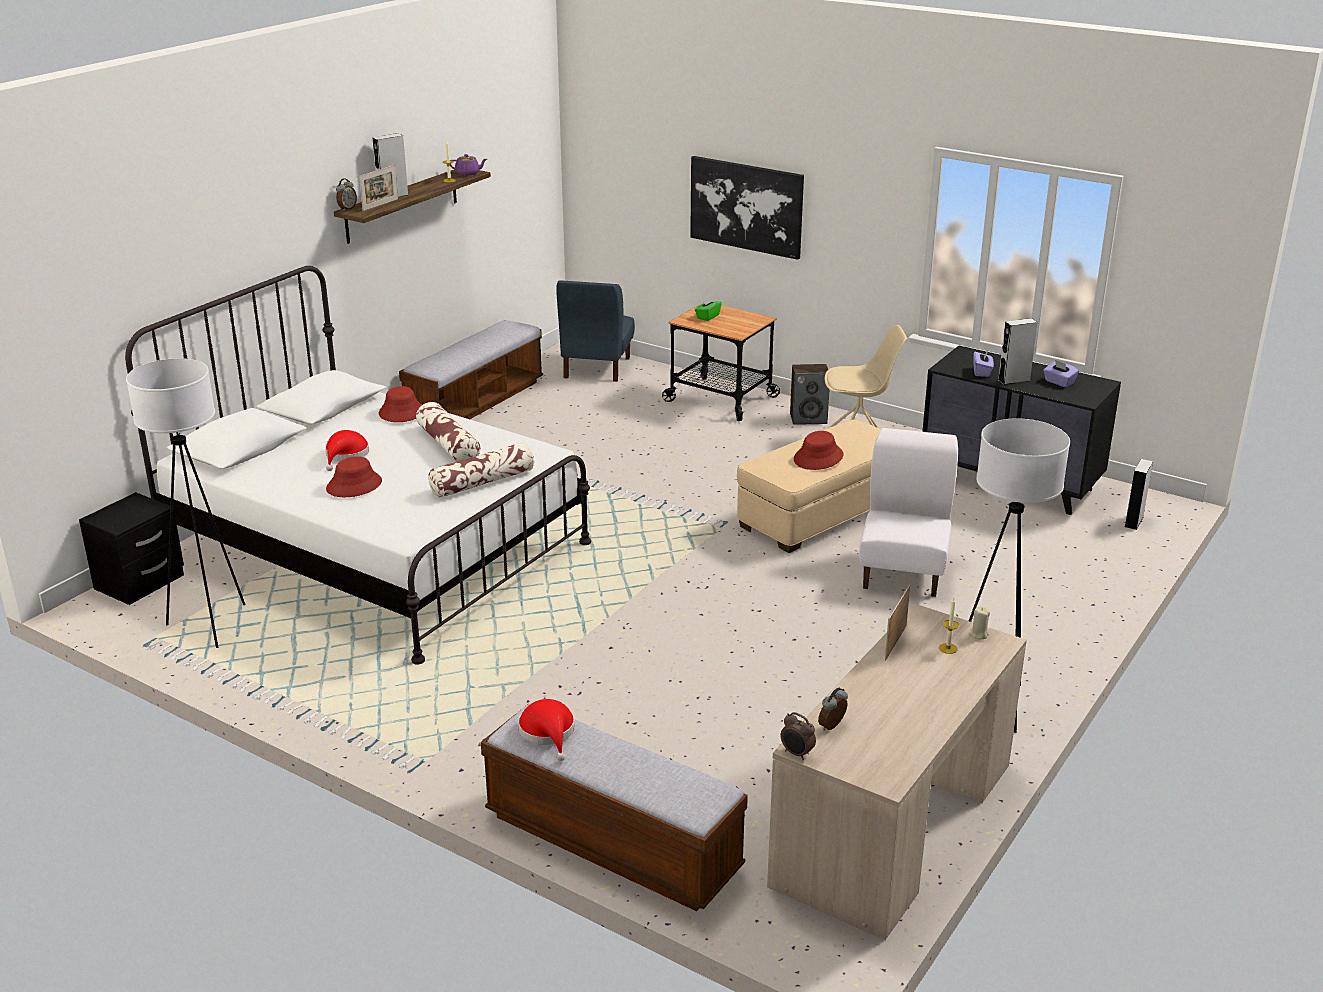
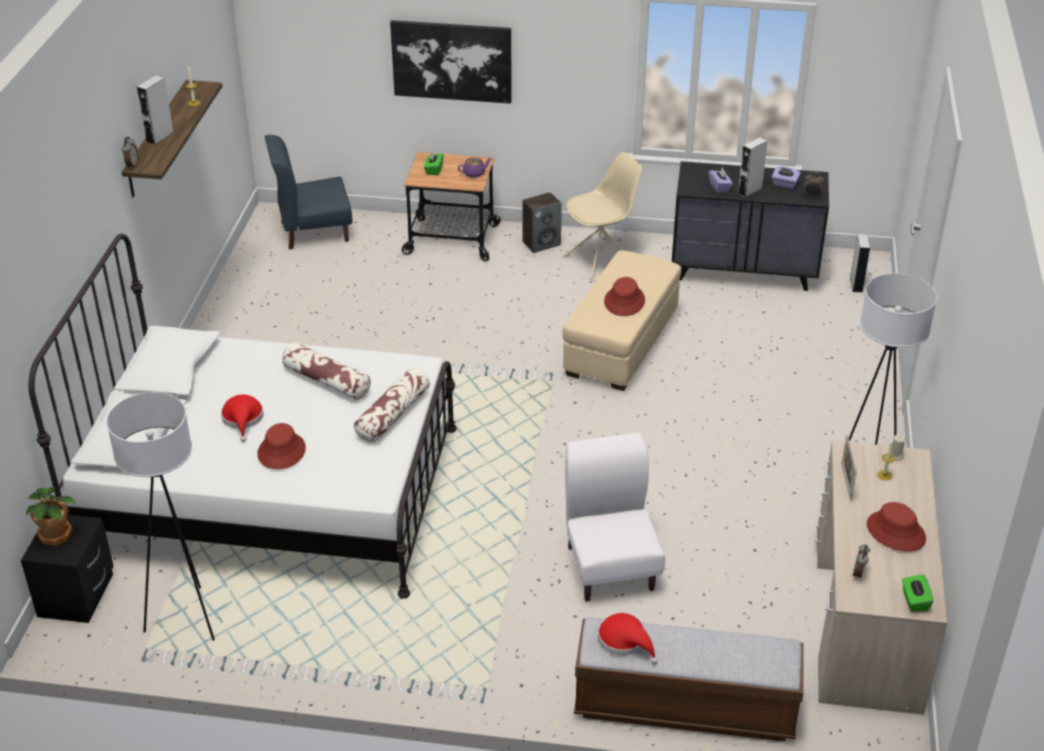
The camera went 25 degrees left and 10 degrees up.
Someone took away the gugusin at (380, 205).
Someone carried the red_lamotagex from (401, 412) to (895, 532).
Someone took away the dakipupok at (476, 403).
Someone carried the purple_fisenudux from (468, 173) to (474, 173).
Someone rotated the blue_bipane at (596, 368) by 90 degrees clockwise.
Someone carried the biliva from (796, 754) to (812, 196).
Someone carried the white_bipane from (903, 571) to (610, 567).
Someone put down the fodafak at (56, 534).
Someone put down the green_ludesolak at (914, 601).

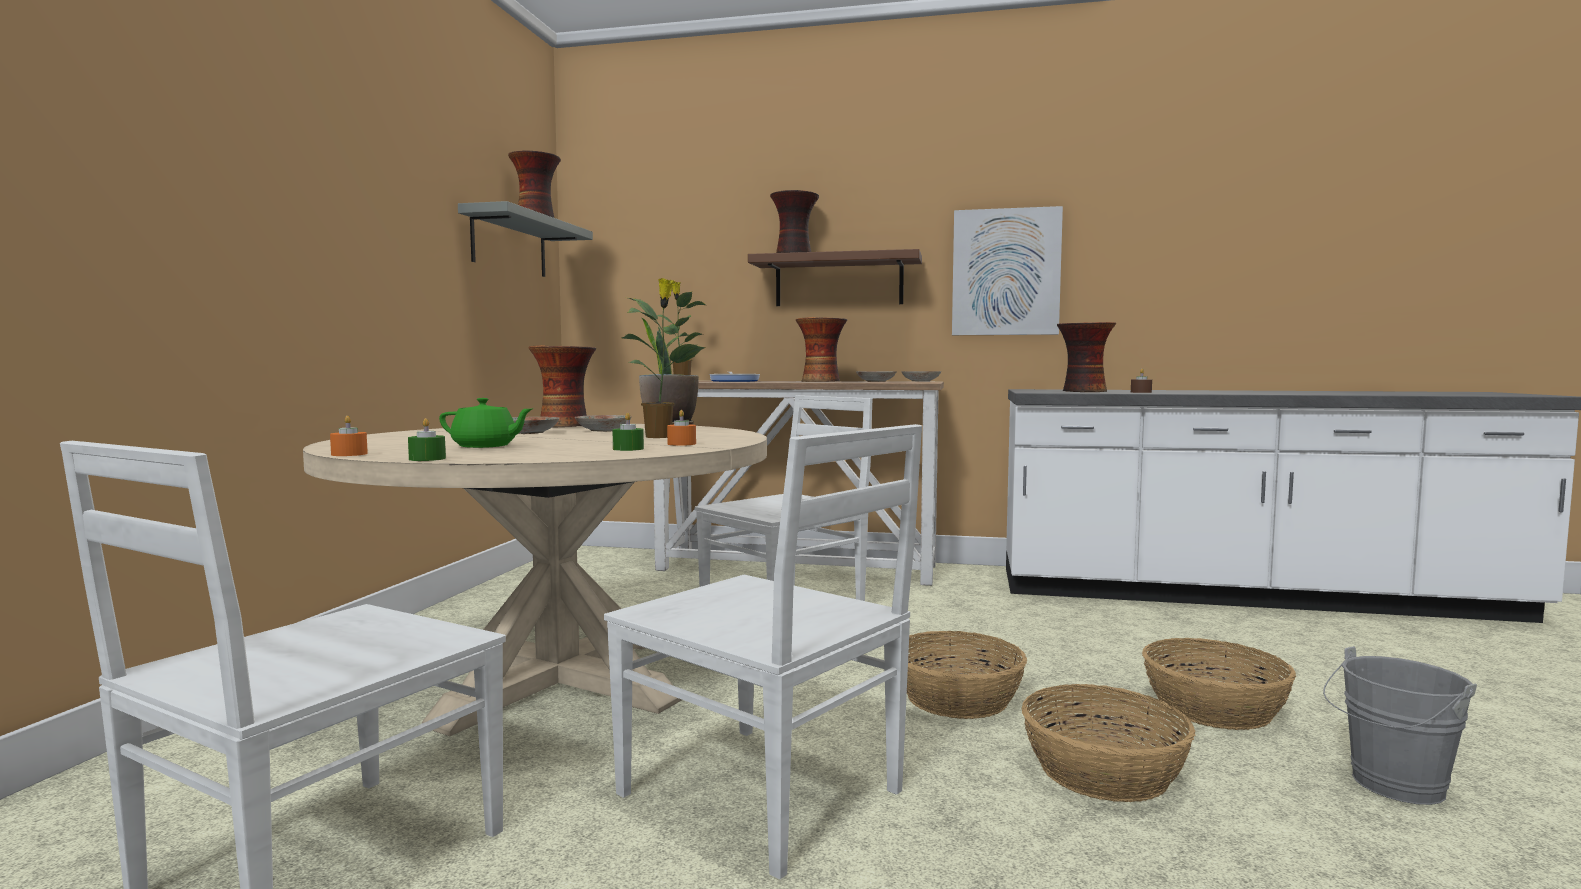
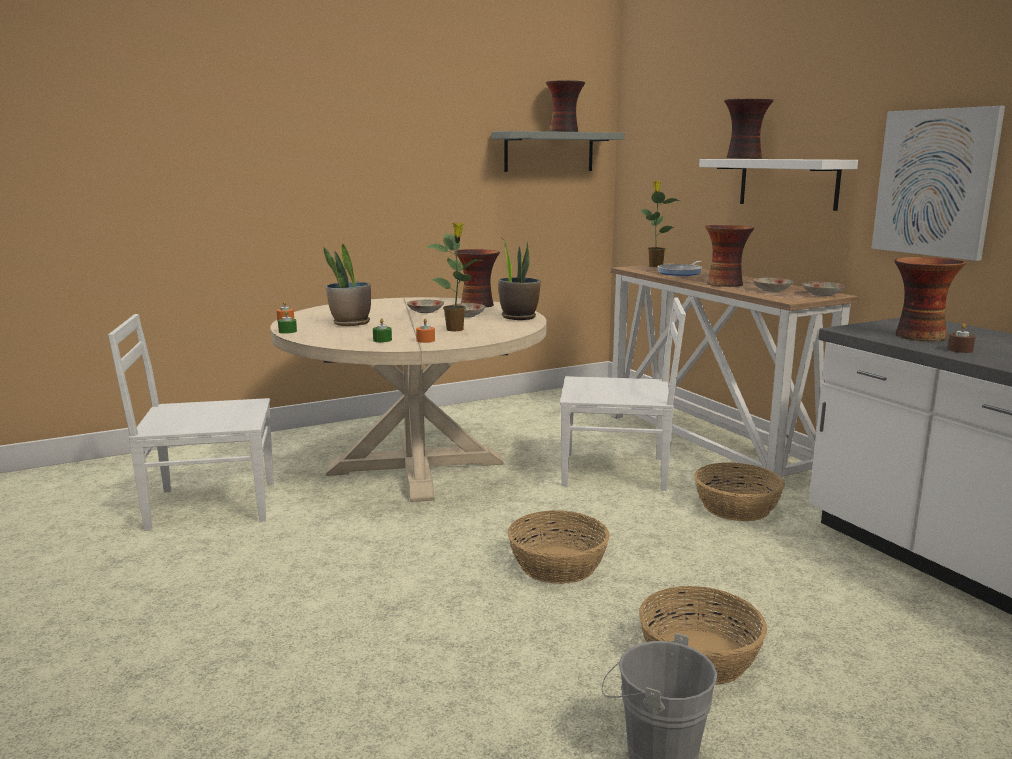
The camera went 50 degrees right and 10 degrees up.
Someone swapped the green_fisenudux at (485, 446) for the fodafak at (350, 323).
Someone took away the white_bipane at (764, 795).
Someone repainted the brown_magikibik at (839, 281), which became the white_magikibik at (788, 183).
Someone carried the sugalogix from (1104, 771) to (737, 507).

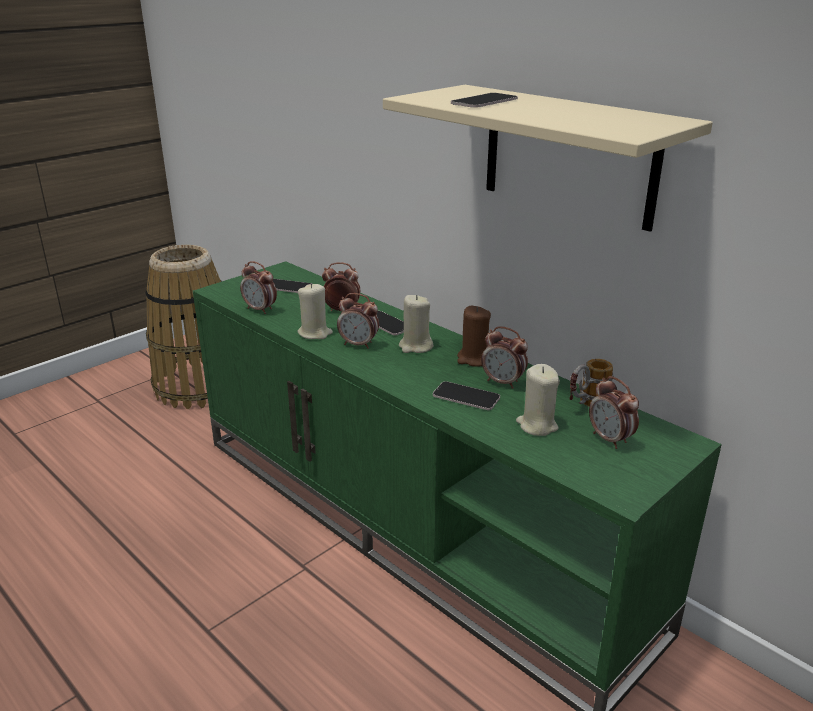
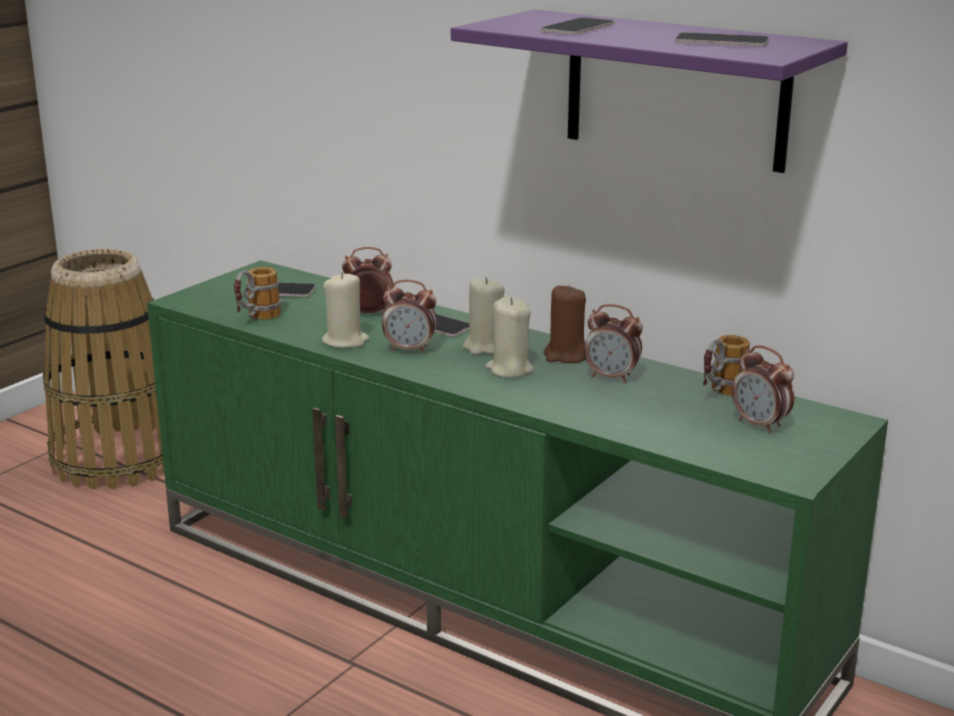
The camera went 10 degrees left and 5 degrees down.
Someone swapped the biliva at (260, 309) for the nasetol at (256, 319).
Someone repainted the beige_magikibik at (568, 156), which became the purple_magikibik at (676, 90).
Someone carried the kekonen from (466, 397) to (721, 42).
Someone carried the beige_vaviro from (537, 425) to (509, 369).

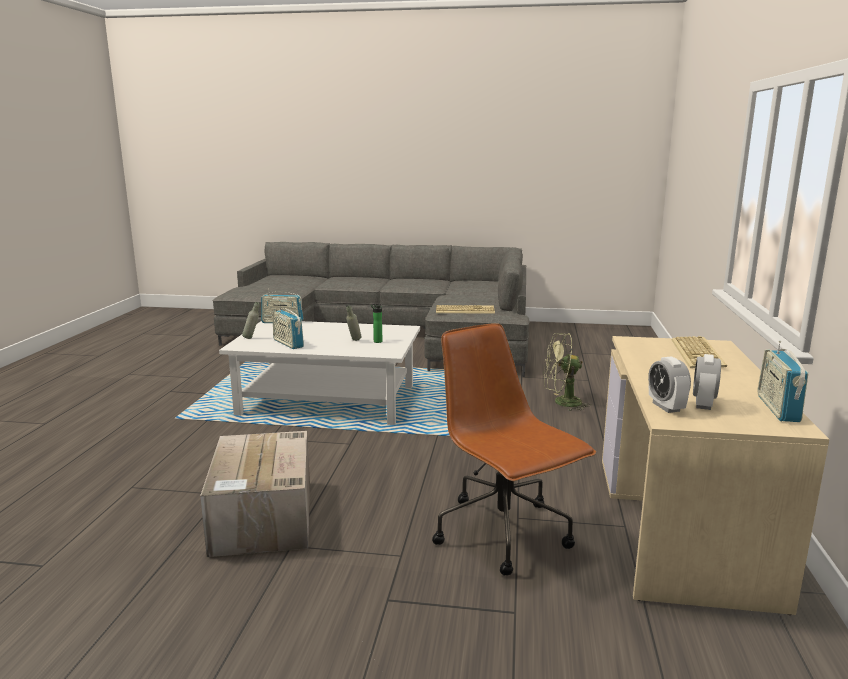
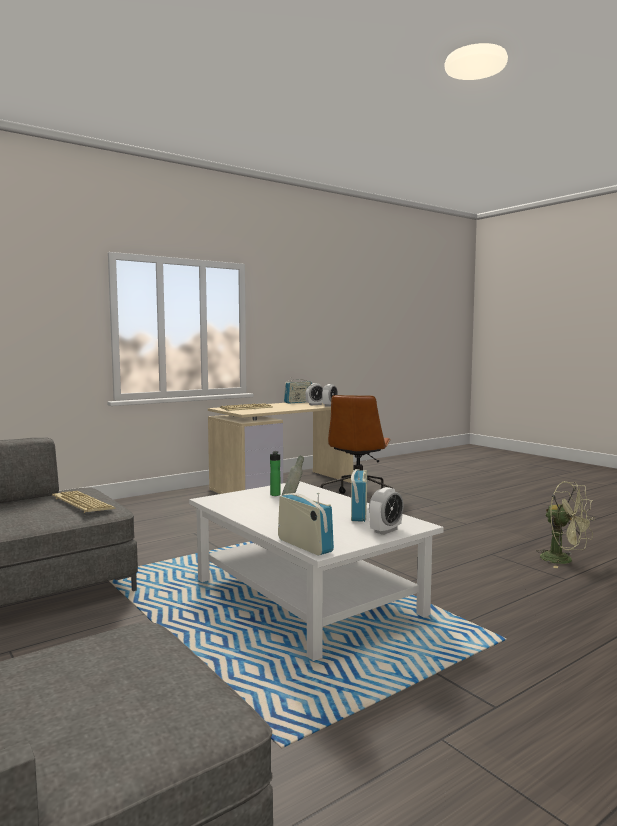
The camera went 135 degrees left and 10 degrees down.
Someone took away the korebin at (263, 517).
Someone swapped the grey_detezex at (252, 338) for the biliva at (385, 530).
Someone carried the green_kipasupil from (561, 403) to (563, 560).

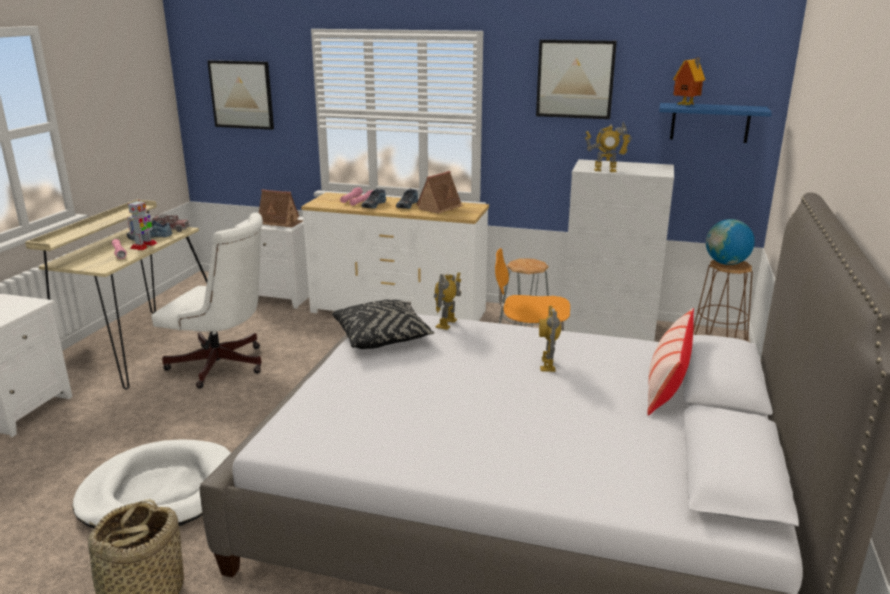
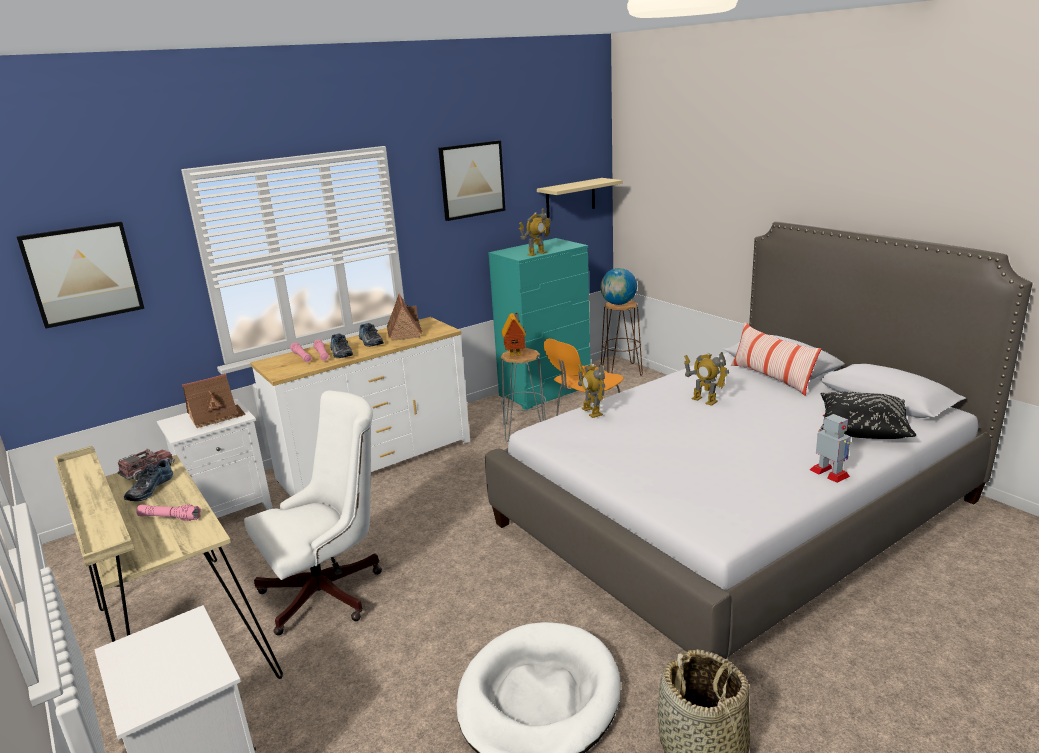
The camera went 50 degrees left and 0 degrees up.
Someone carried the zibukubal from (144, 246) to (830, 473).
Someone carried the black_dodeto from (382, 337) to (862, 428).
Someone repainted the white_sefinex at (609, 328), which became the turquoise_sefinex at (545, 391).
Someone repainted the blue_magikibik at (710, 122), which became the beige_magikibik at (570, 198).
Someone carried the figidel from (687, 105) to (516, 355).

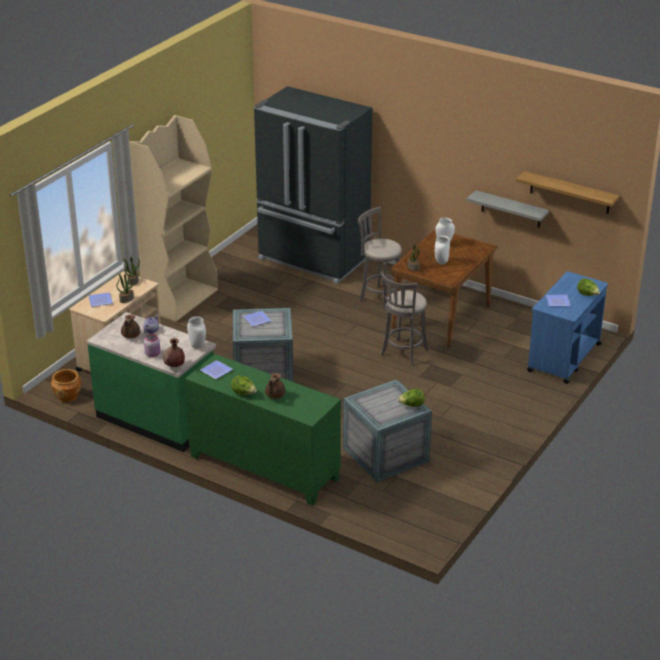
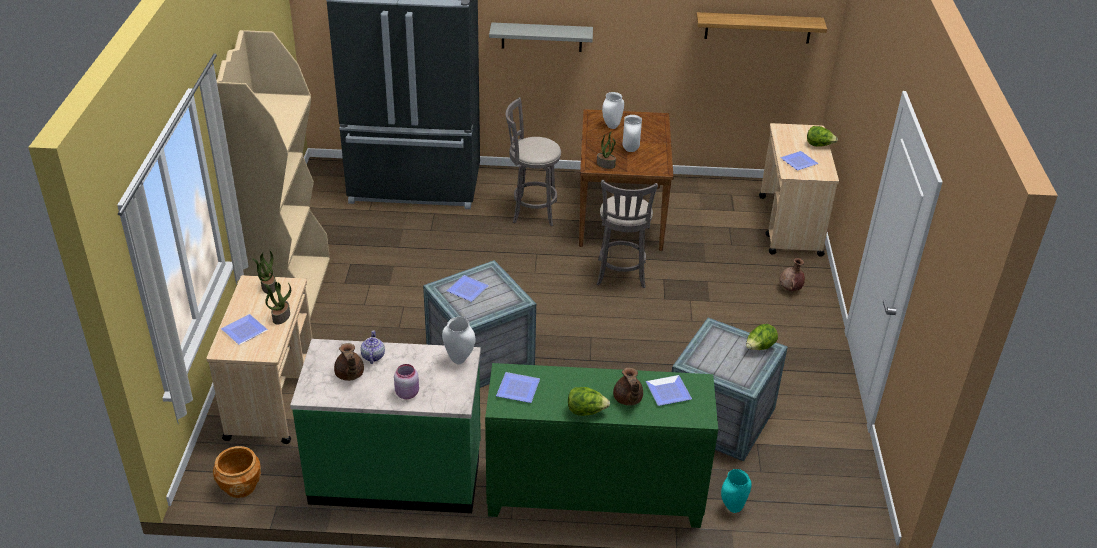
The camera went 30 degrees left and 5 degrees up.
Someone carried the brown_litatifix from (174, 366) to (790, 289).
Someone carried the grey_magikibik from (511, 209) to (541, 37).
Someone repainted the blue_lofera at (564, 358), which became the beige_lofera at (790, 226).
Someone put down the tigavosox at (666, 391).
Someone put down the turquoise_litatifix at (733, 508).

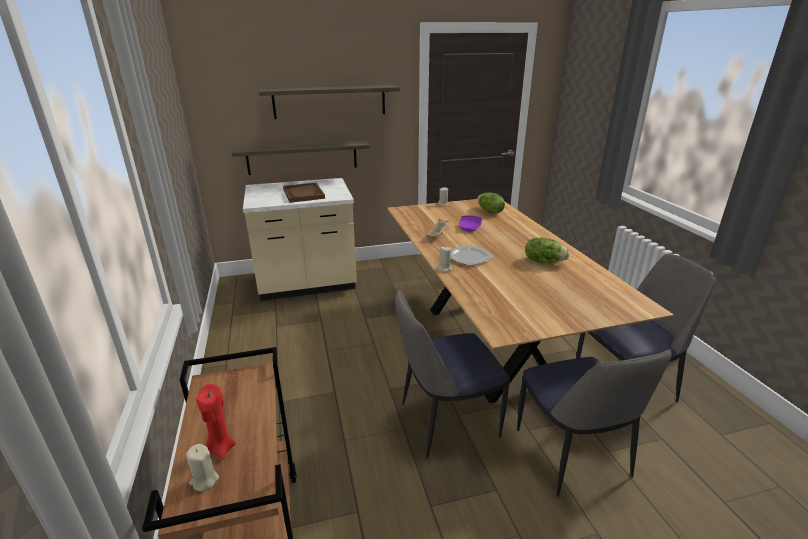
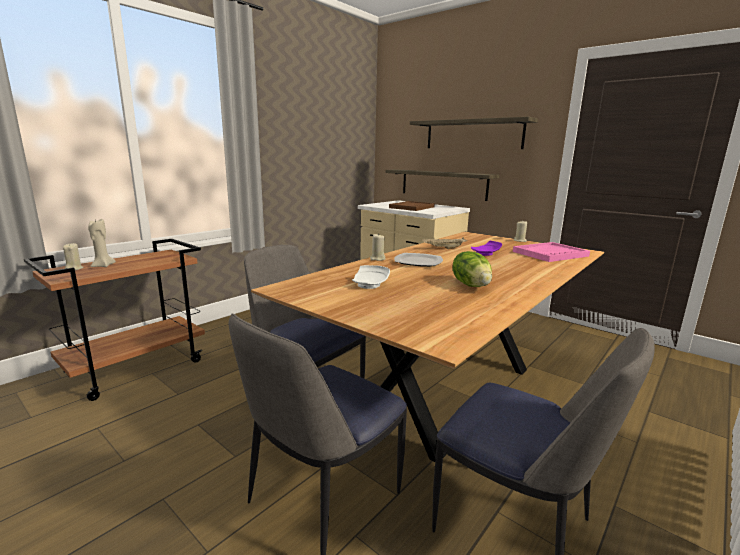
The camera went 55 degrees right and 10 degrees down.
Someone repainted the red_vaviro at (220, 448), which became the beige_vaviro at (102, 266).
Someone swapped the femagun at (489, 211) for the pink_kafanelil at (550, 254).
Someone put down the white_tigavosox at (370, 284).

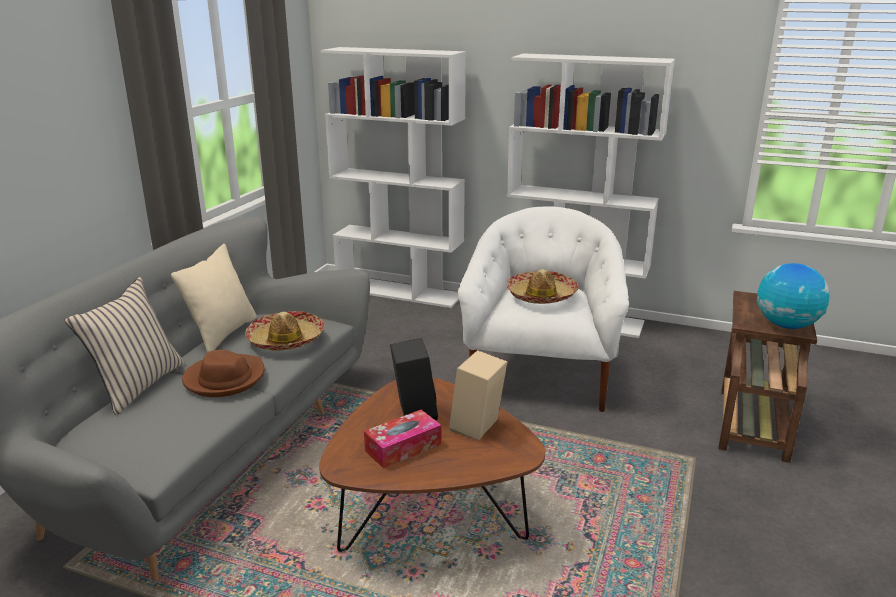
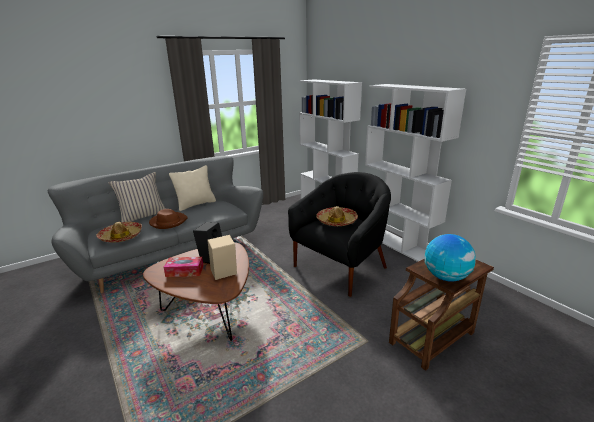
The camera went 35 degrees right and 0 degrees up.
Someone carried the lamotagex from (286, 339) to (121, 236).
Someone repainted the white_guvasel at (540, 375), which became the black_guvasel at (341, 267).

